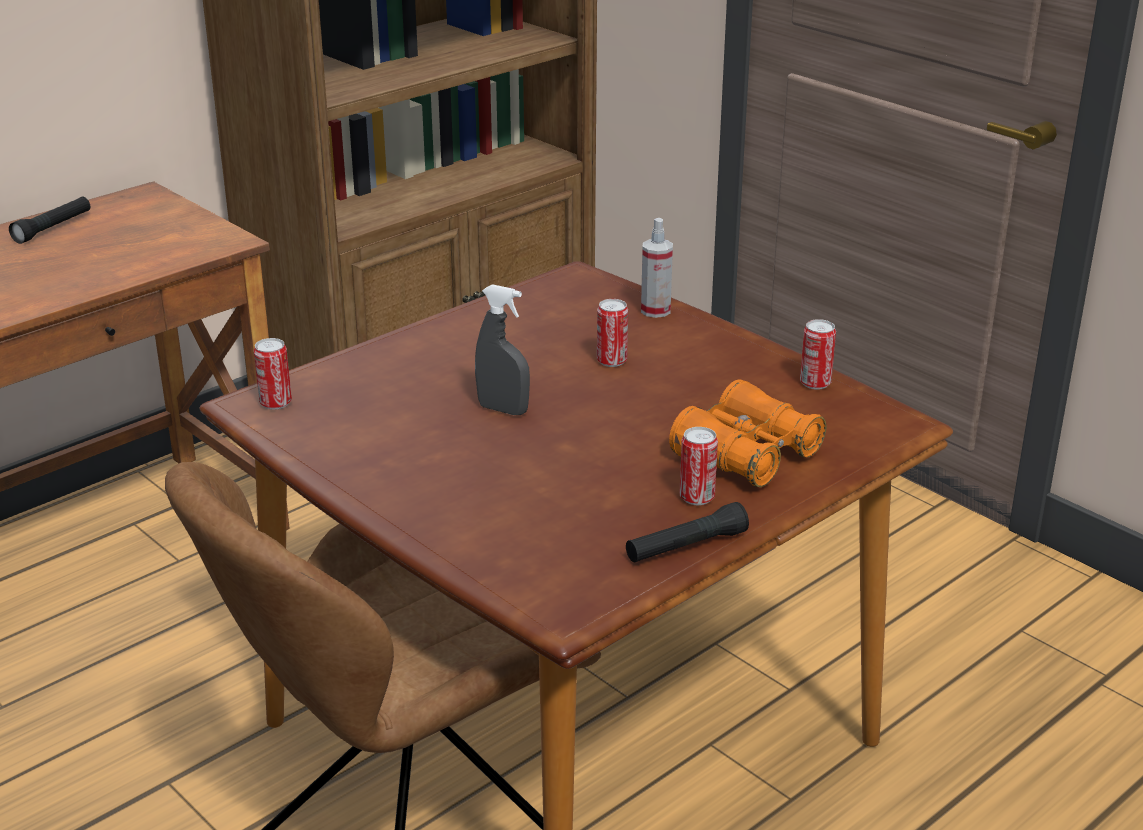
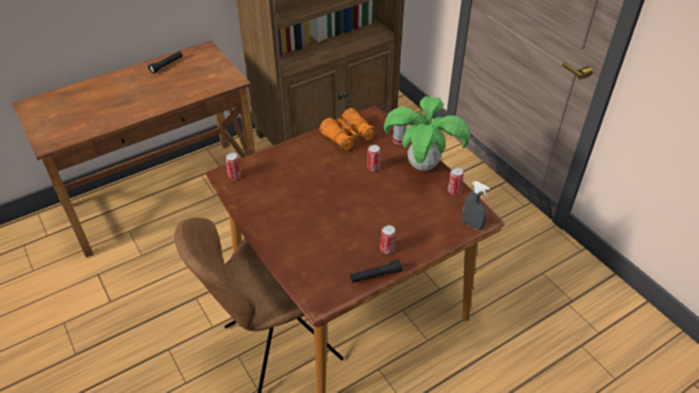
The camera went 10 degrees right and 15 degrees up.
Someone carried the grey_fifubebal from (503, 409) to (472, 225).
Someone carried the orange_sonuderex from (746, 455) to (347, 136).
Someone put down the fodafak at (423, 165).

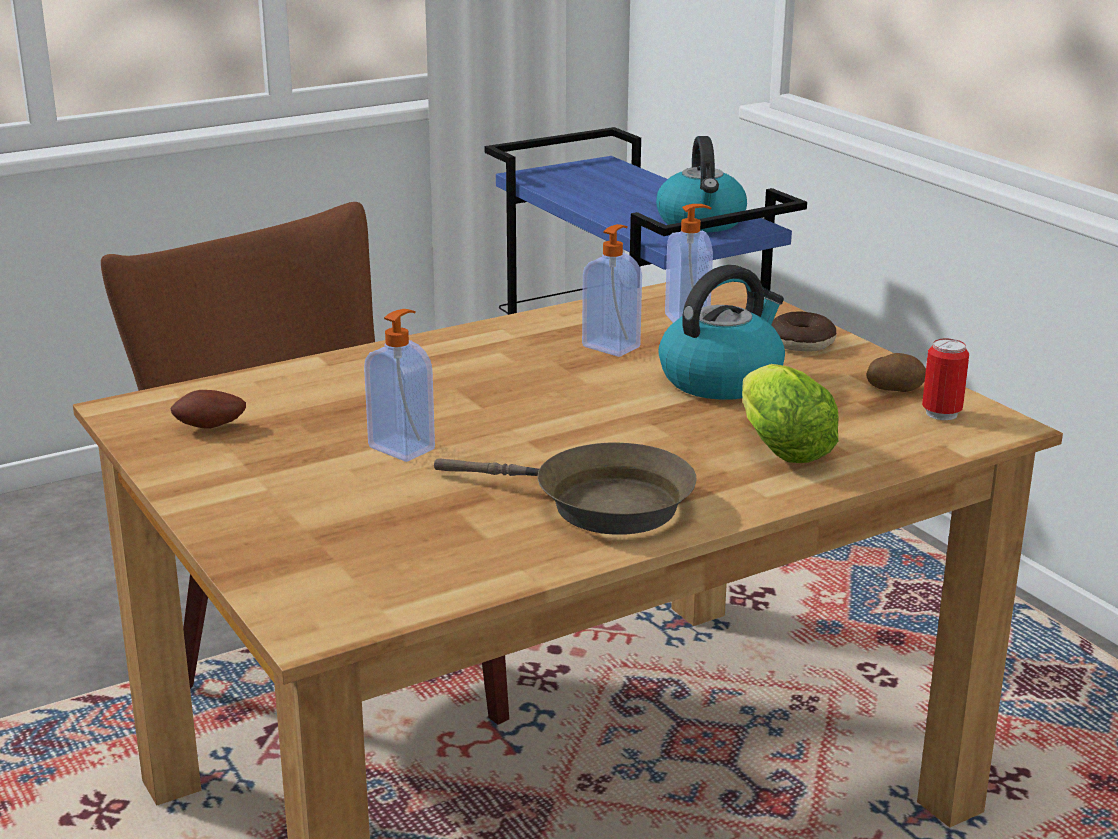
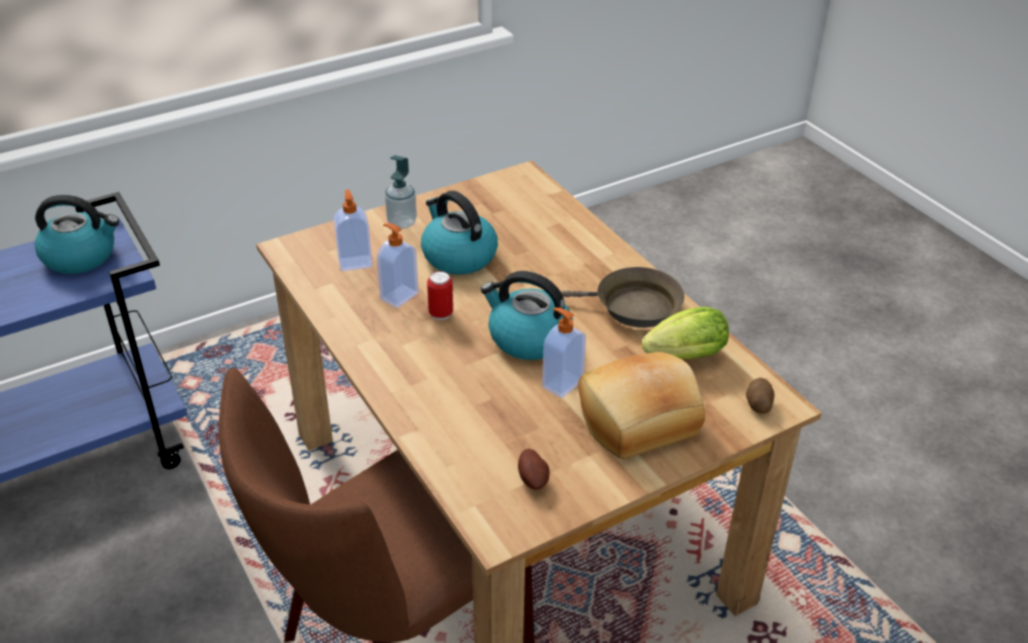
The camera went 90 degrees left and 15 degrees up.
Someone rotated the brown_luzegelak at (600, 505) by 75 degrees clockwise.
Someone carried the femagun from (778, 447) to (681, 357).
Someone swapped the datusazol at (801, 343) for the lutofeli at (402, 223).
Someone carried the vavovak from (894, 388) to (758, 404).
Someone carried the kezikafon from (941, 413) to (441, 314).
Someone put down the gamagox at (528, 338).
Someone put down the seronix at (639, 422).

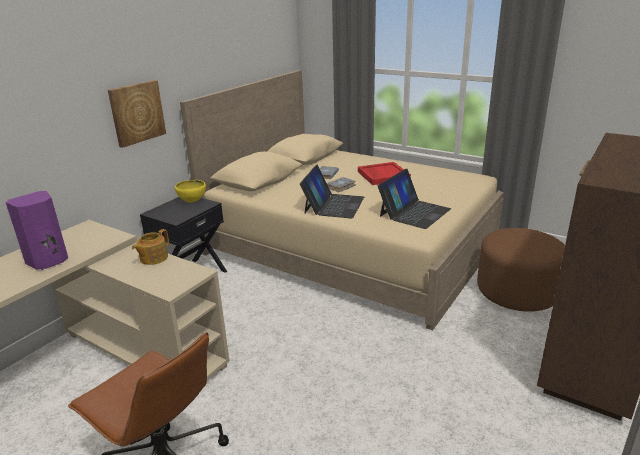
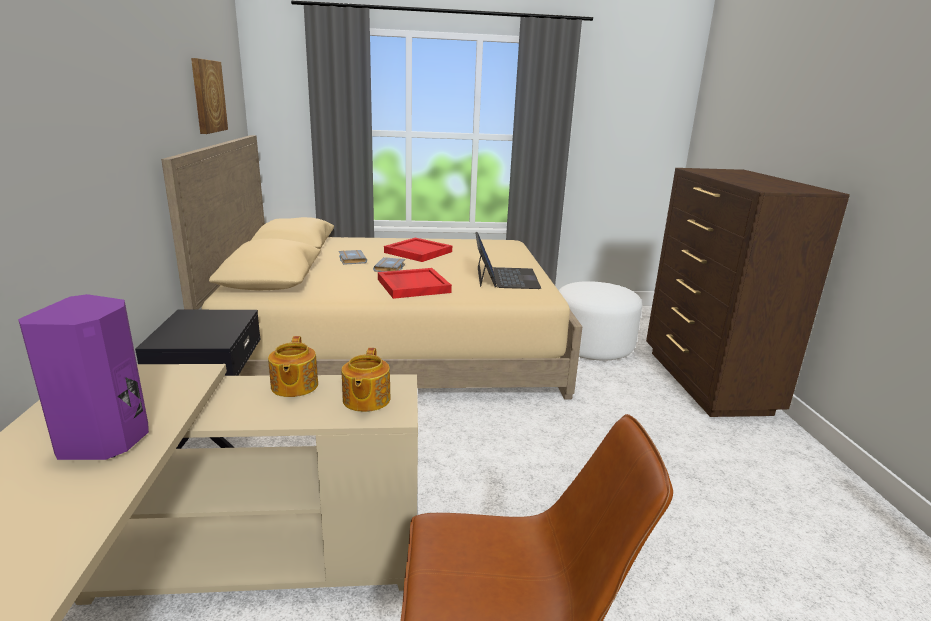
The camera went 40 degrees left and 5 degrees down.
Someone carried the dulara from (137, 113) to (207, 96).
Someone took away the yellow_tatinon at (192, 201).
Someone swapped the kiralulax at (333, 205) for the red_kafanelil at (412, 286).
Someone repainted the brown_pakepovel at (517, 291), which became the white_pakepovel at (592, 345).
Someone put down the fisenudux at (365, 400).

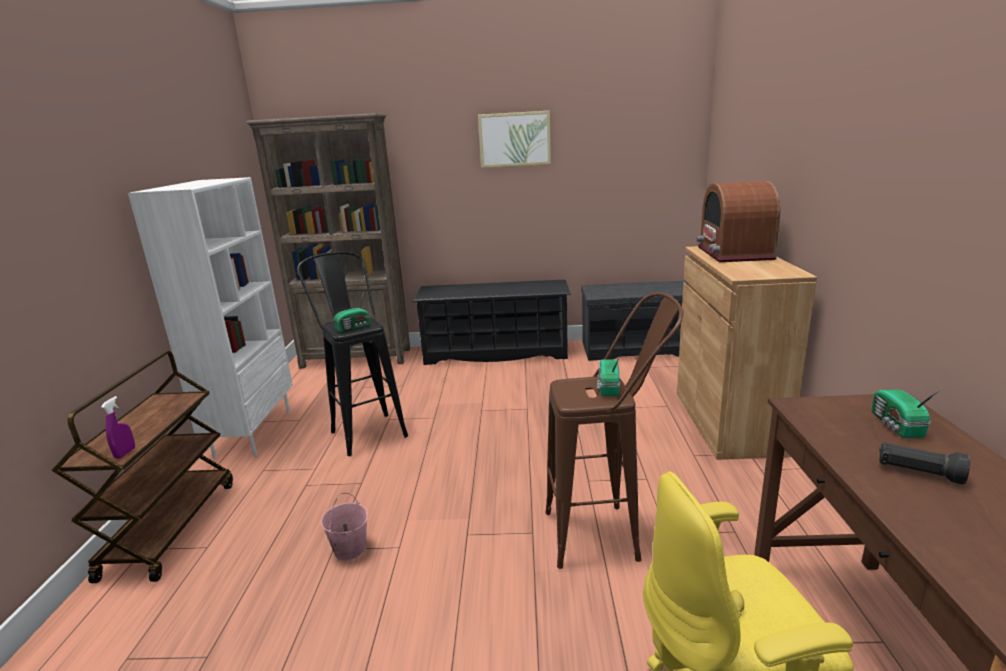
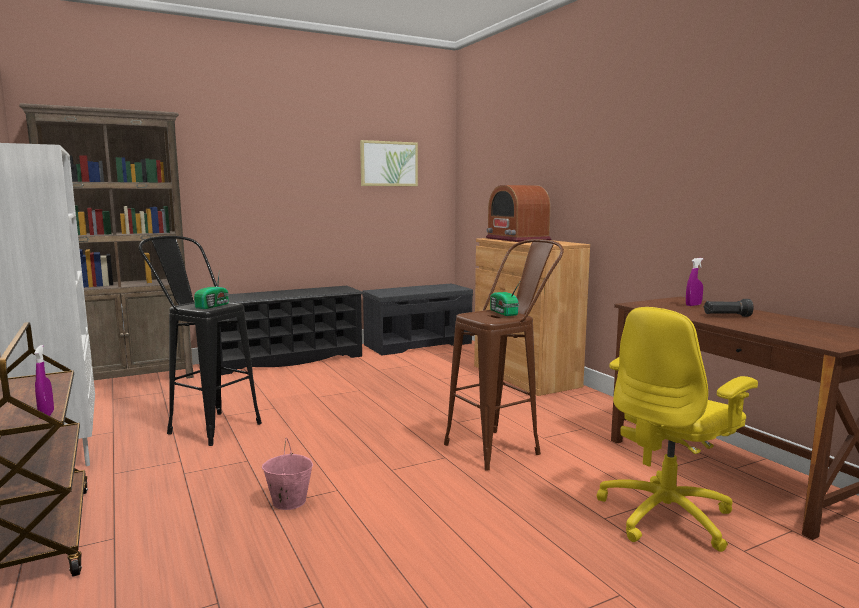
The camera went 30 degrees left and 10 degrees down.
Someone carried the dulara from (514, 139) to (389, 164).
Someone swapped the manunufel at (896, 425) for the purple_fifubebal at (693, 305).

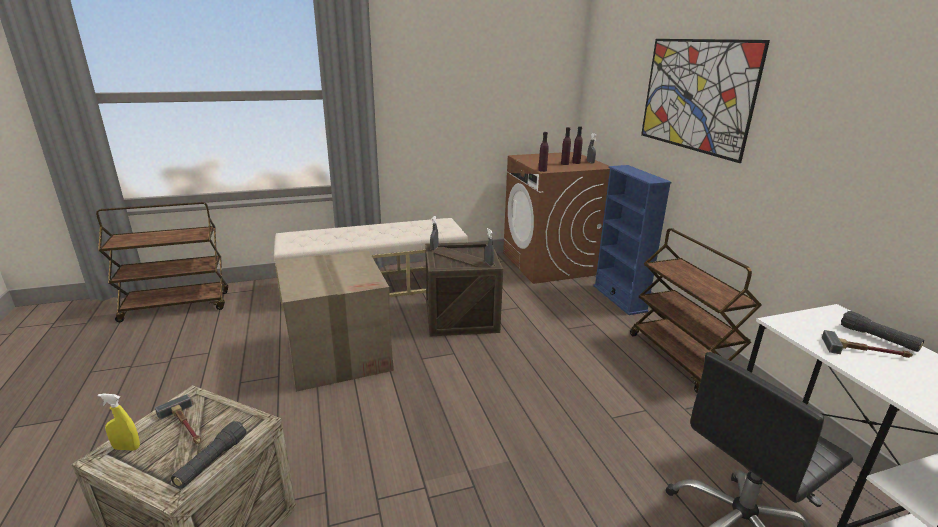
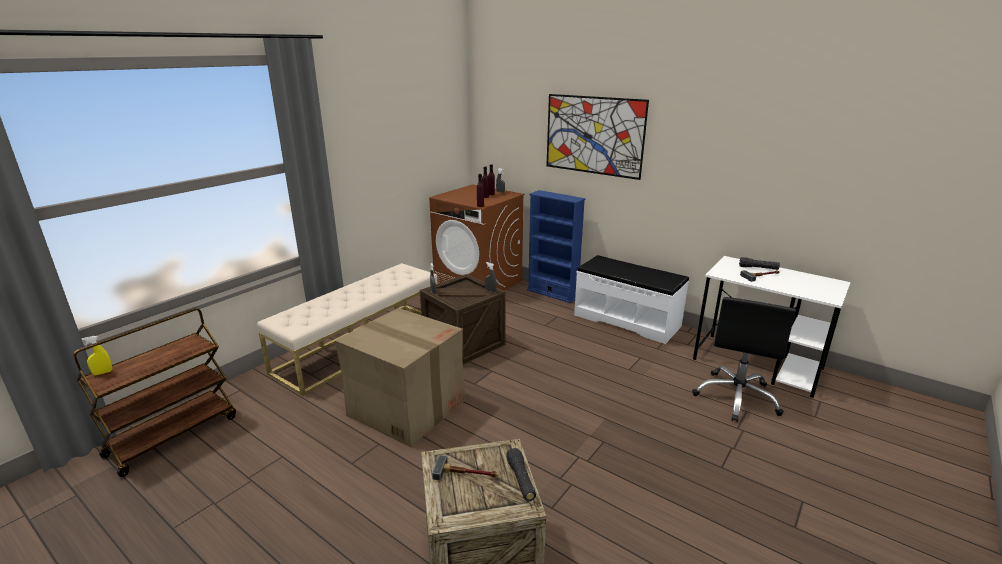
The camera went 35 degrees left and 0 degrees up.
Someone carried the yellow_fifubebal from (127, 448) to (102, 373).
Someone swapped the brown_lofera at (681, 359) for the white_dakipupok at (627, 320).

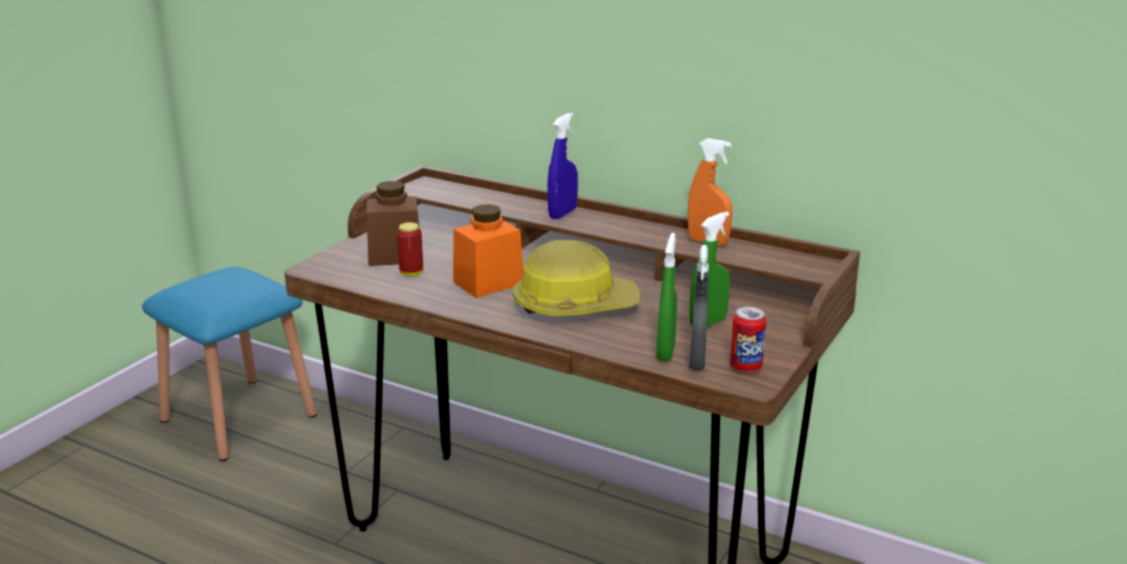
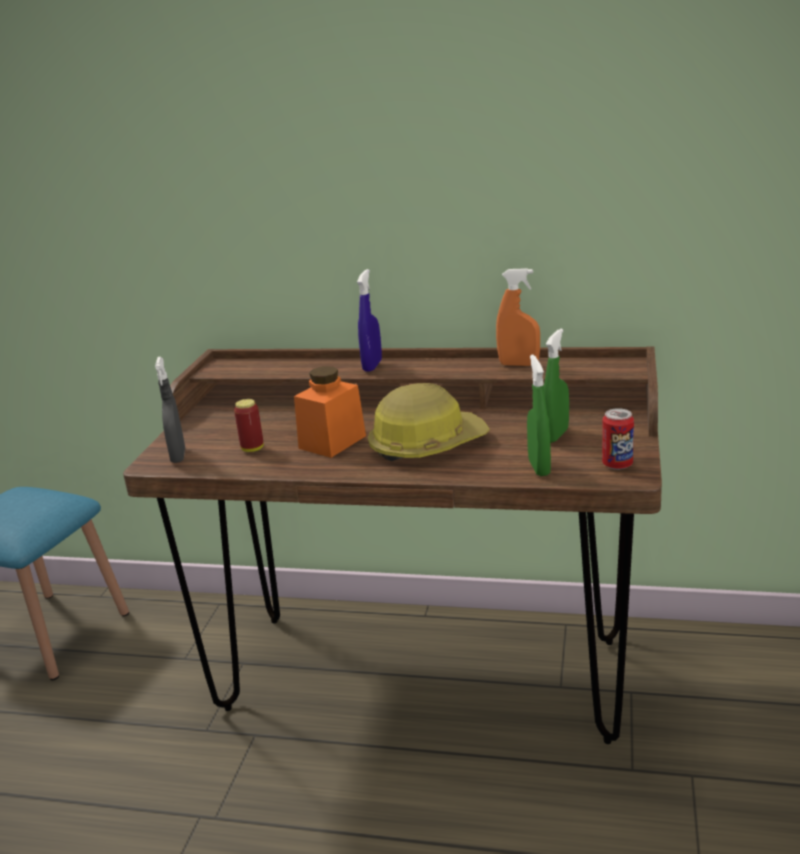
The camera went 15 degrees left and 0 degrees up.
Someone took away the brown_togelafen at (395, 256).
Someone carried the grey_fifubebal from (697, 361) to (178, 456).

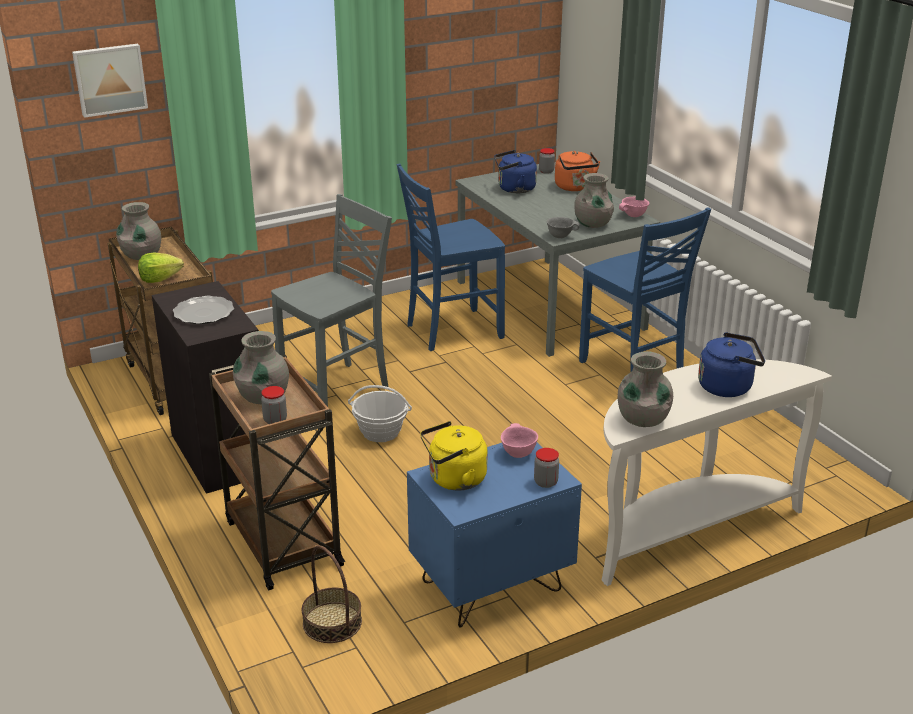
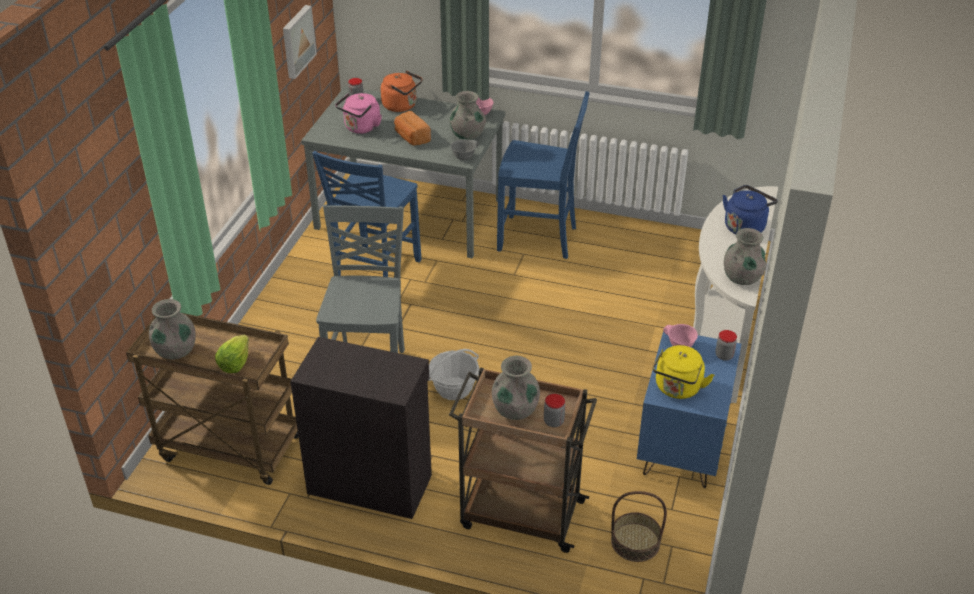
The camera went 45 degrees left and 10 degrees up.
Someone carried the dulara from (109, 79) to (297, 41).
Someone took away the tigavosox at (203, 313).
Someone repainted the blue_gamagox at (514, 189), which became the pink_gamagox at (361, 128).
Someone put down the seronix at (411, 138).

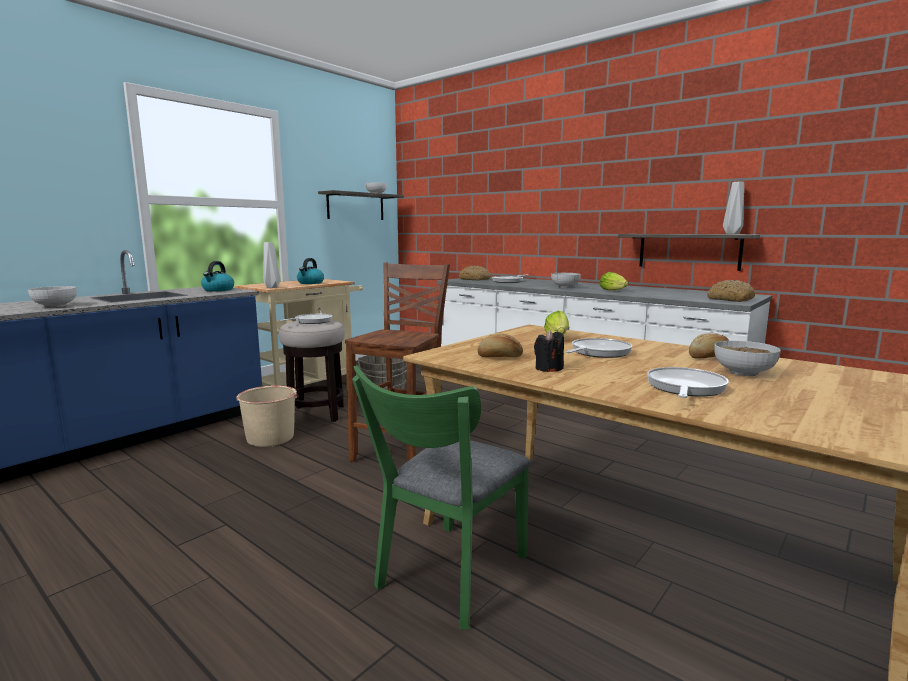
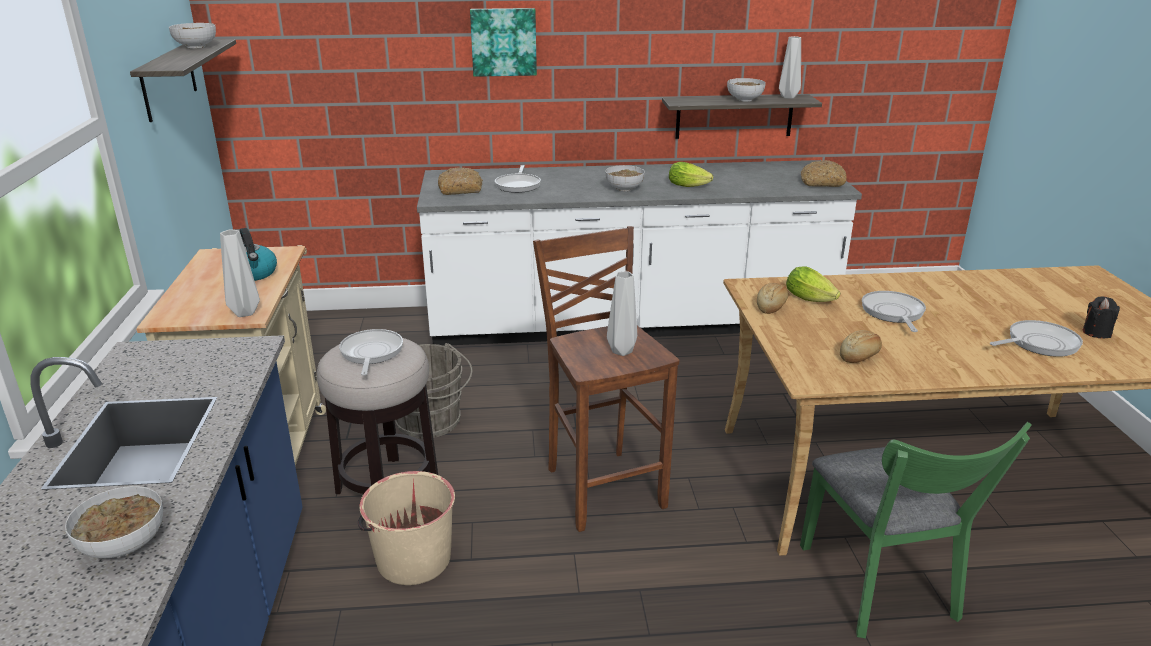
The camera went 45 degrees left and 15 degrees up.
Someone took away the gamagox at (218, 290).
Someone carried the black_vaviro from (548, 369) to (1096, 333).
Someone rotated the luzegelak at (685, 388) by 90 degrees clockwise.
Someone carried the seronix from (709, 357) to (771, 306).
Someone carried the tatinon from (743, 372) to (744, 99).
Someone put up the dulara at (503, 42).
Someone put down the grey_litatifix at (623, 351).

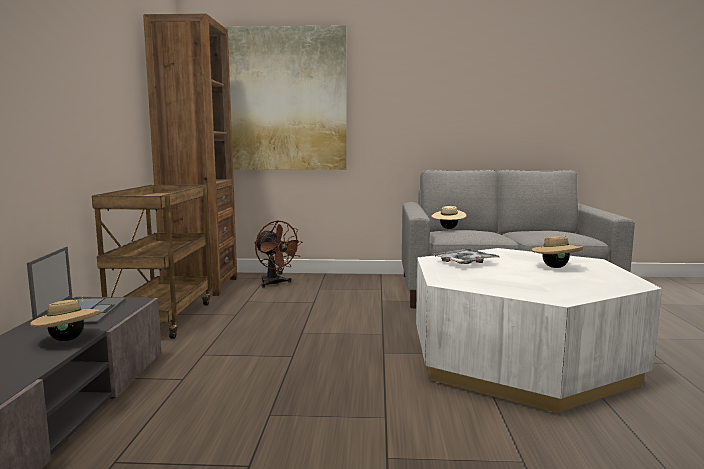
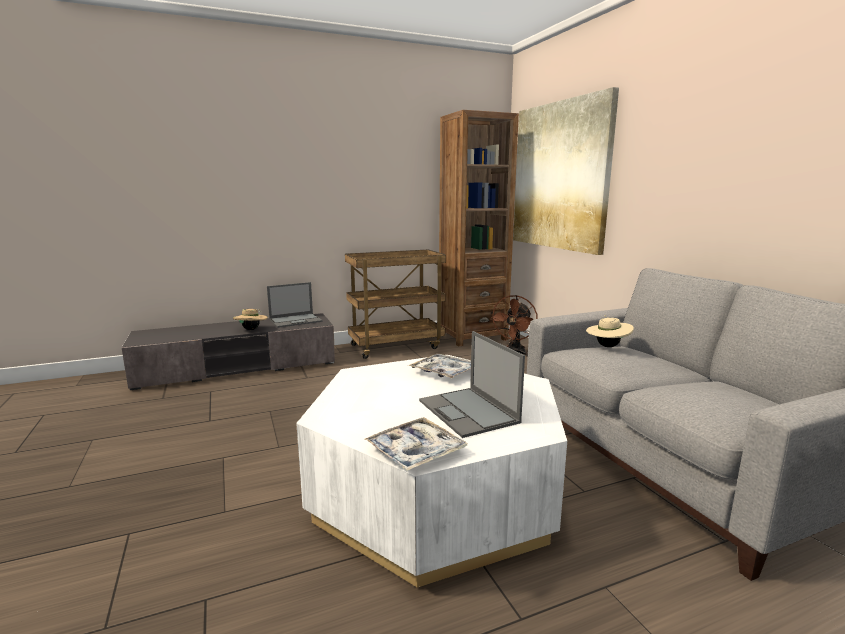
The camera went 65 degrees right and 5 degrees up.
Someone swapped the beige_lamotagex at (555, 267) for the kiralulax at (469, 412).
Someone put down the kafanelil at (415, 451).

